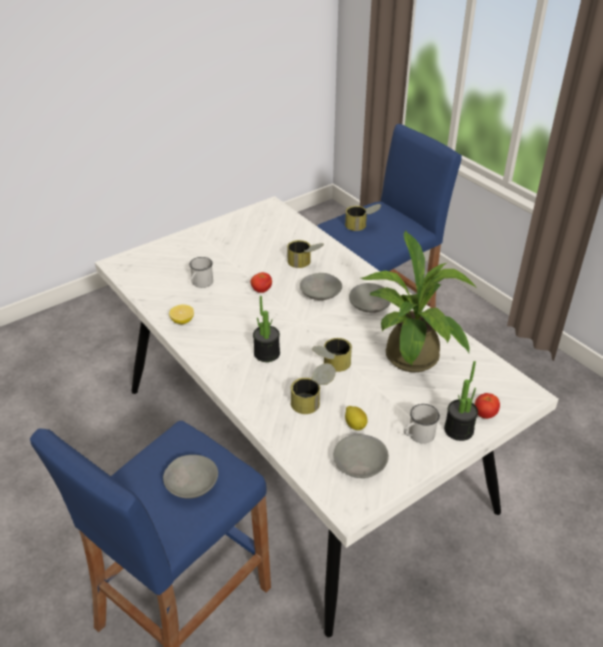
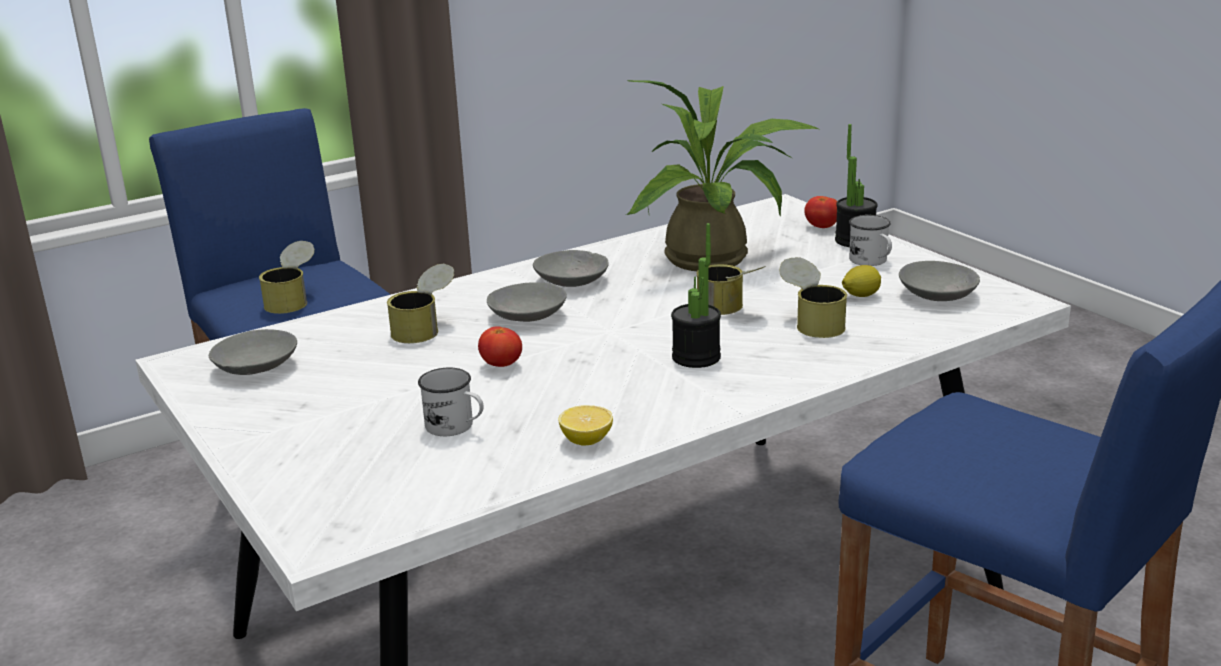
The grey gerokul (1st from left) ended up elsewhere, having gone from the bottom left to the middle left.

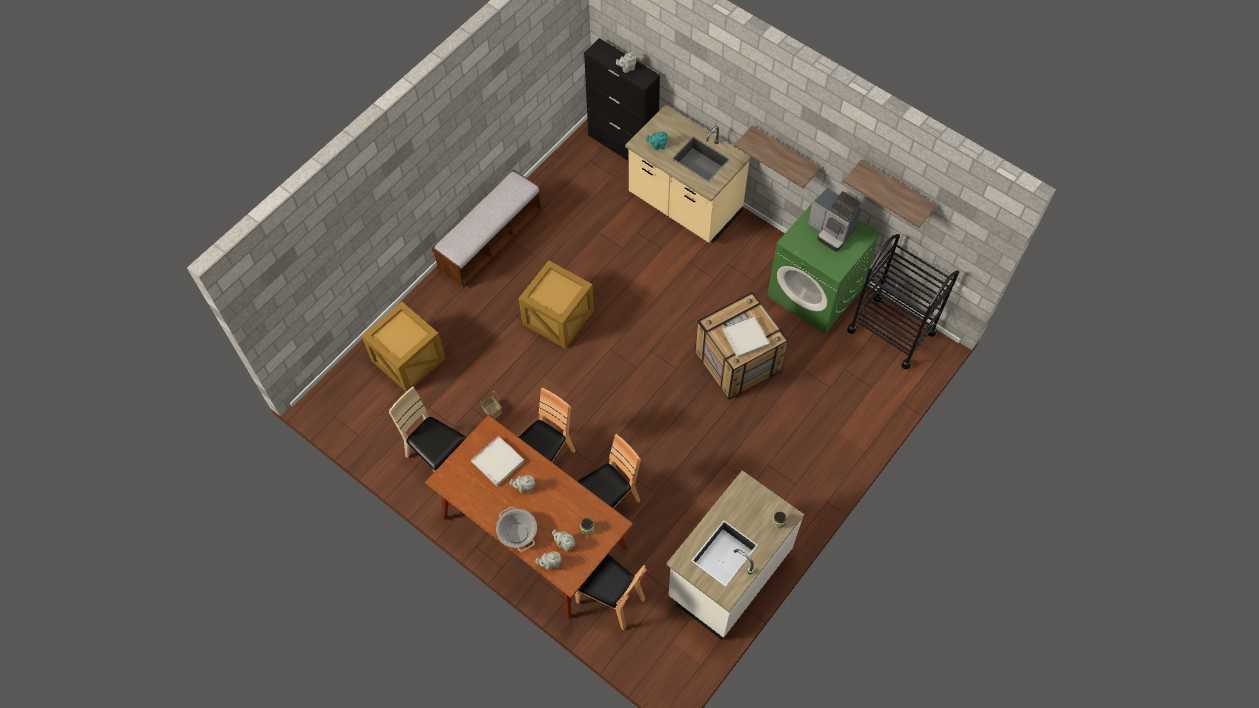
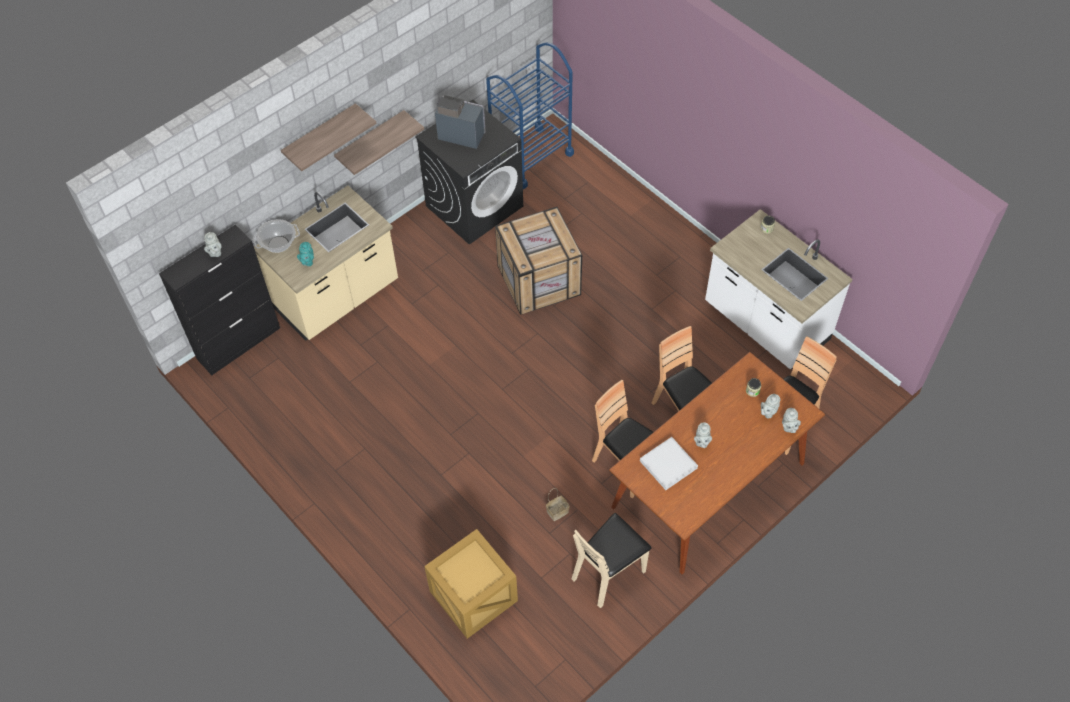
The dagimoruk (2nd from left in the first image) ended up elsewhere, having gone from the top right to the top left.
The second view lost the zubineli at the top centre.
The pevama at the top centre ended up facing another way, 120 degrees counterclockwise from before.
What was the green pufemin at the centre turned into the black pufemin at the top centre.
What was the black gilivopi at the middle right turned into the blue gilivopi at the top centre.
The second view lost the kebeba (2nd from left) at the centre.
The second view lost the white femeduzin (2nd from left) at the centre.
The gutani ended up elsewhere, having gone from the bottom centre to the middle left.

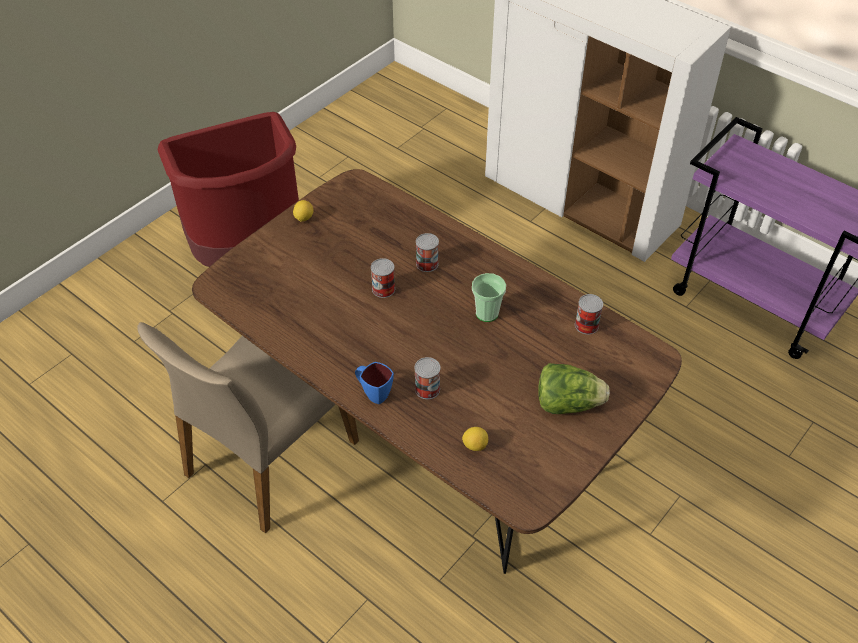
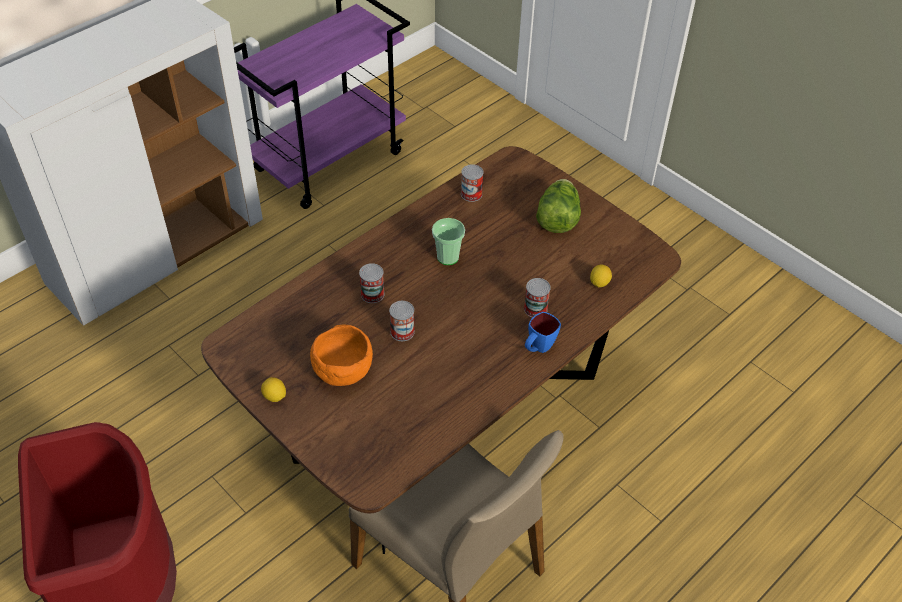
The second view gained the orange gerokul at the centre.

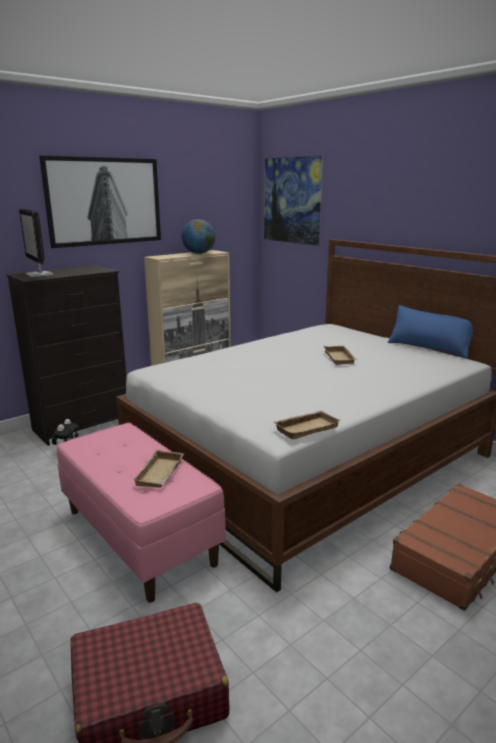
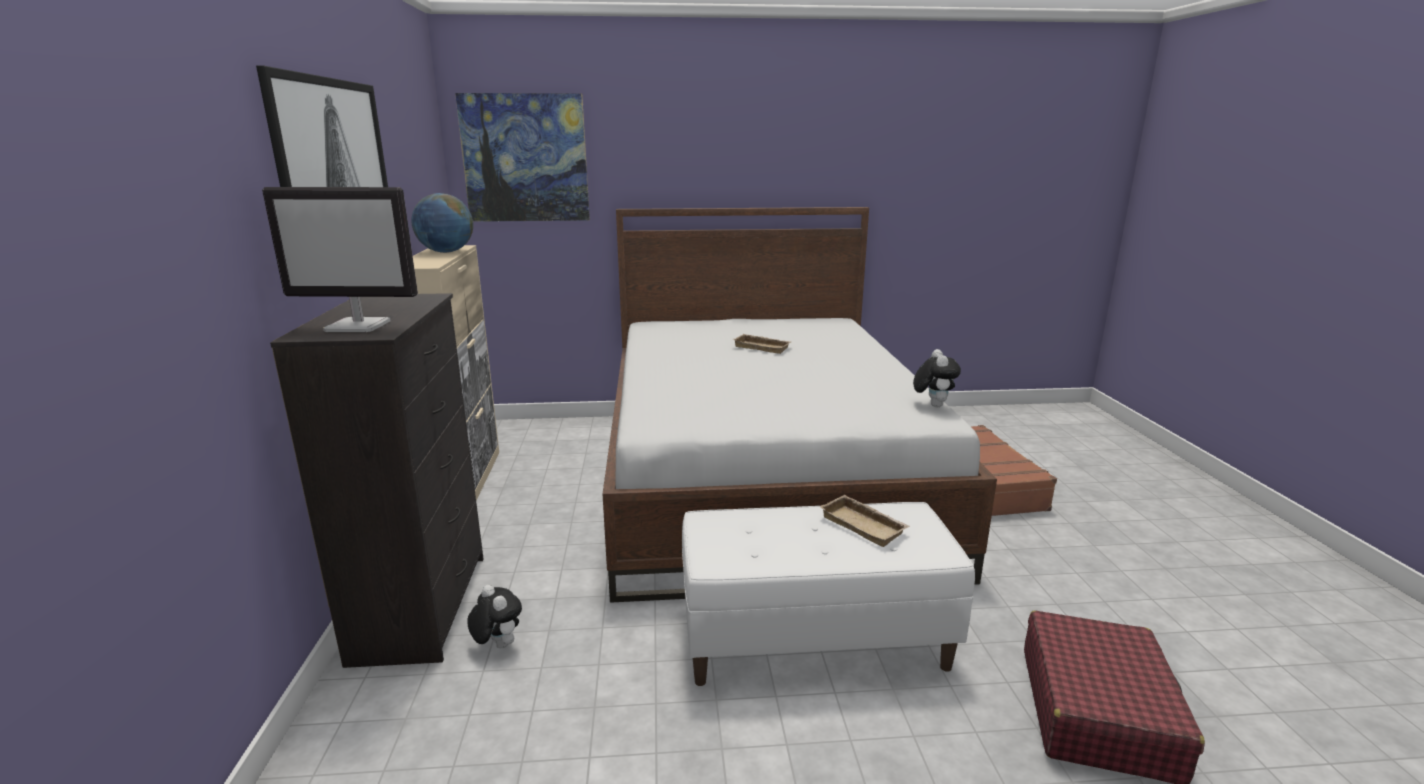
The second view lost the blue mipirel at the middle right.
Where the beige femeduzin (2nd from left) stood at the centre, the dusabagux (2nd from left) came to stand at the centre.
What was the pink zubineli at the bottom left turned into the white zubineli at the bottom centre.

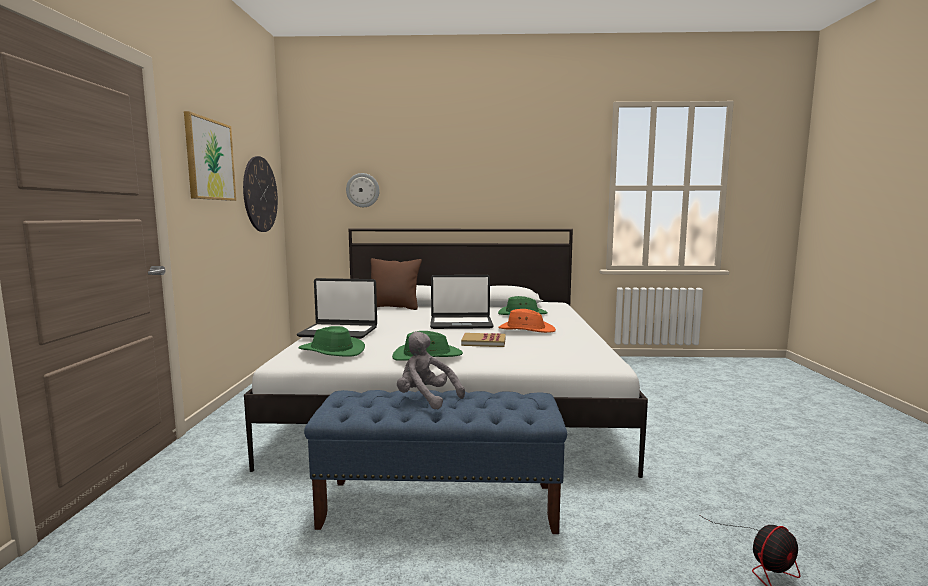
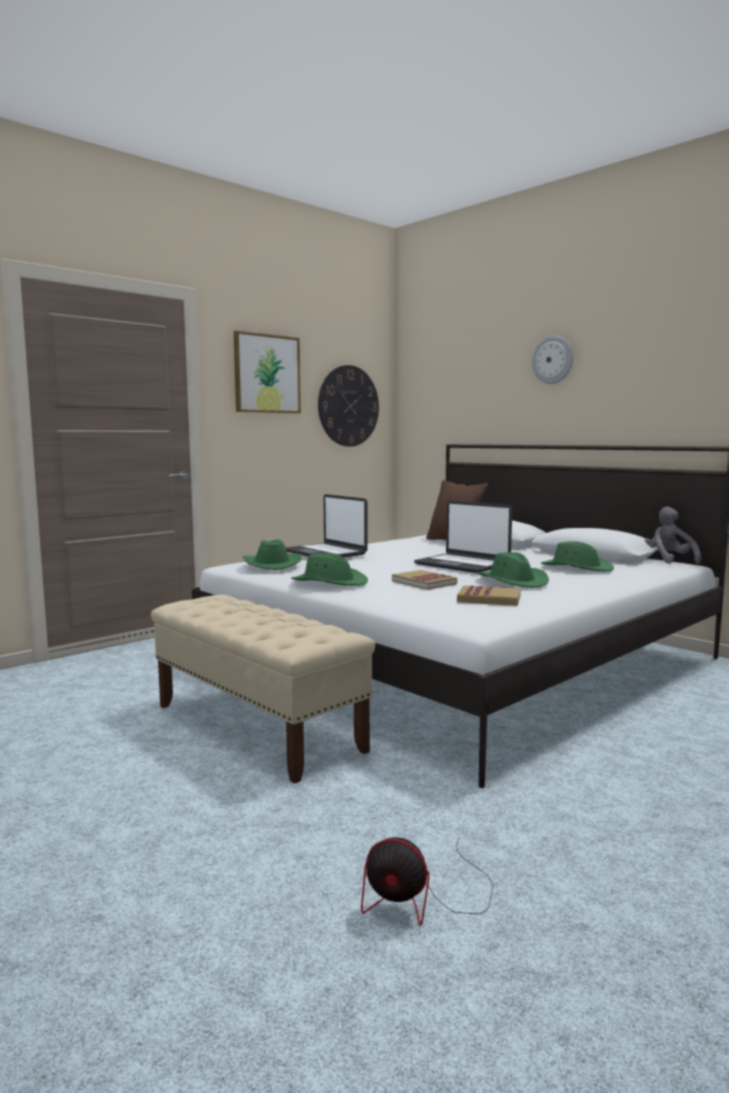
The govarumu (2nd from left) ended up elsewhere, having gone from the top centre to the top right.
What was the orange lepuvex at the centre turned into the green lepuvex (3rd from left) at the middle right.
The grey dusabagux ended up elsewhere, having gone from the centre to the middle right.
What was the blue zubineli at the bottom centre turned into the beige zubineli at the centre.
The second view gained the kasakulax (2nd from left) at the middle right.

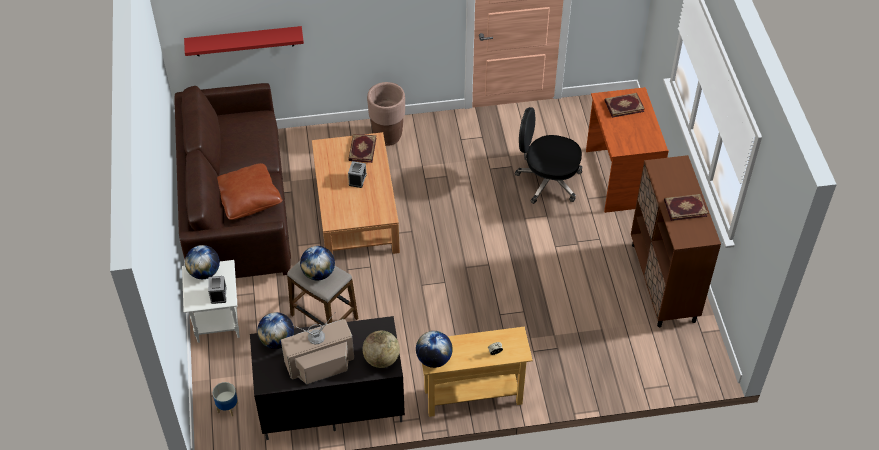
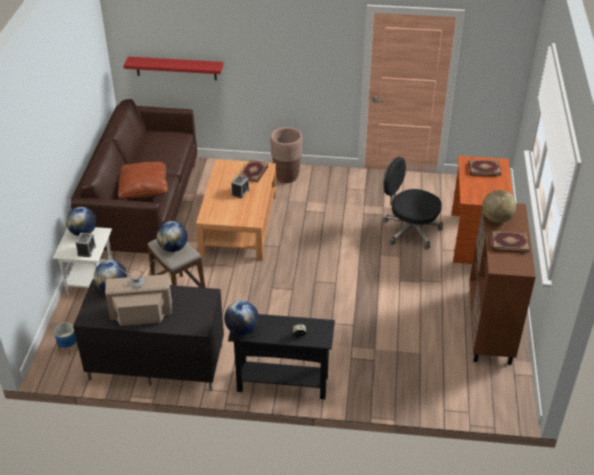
What was the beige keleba at the bottom centre turned into the black keleba at the bottom centre.
The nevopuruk (4th from left in the first image) ended up elsewhere, having gone from the bottom centre to the middle right.

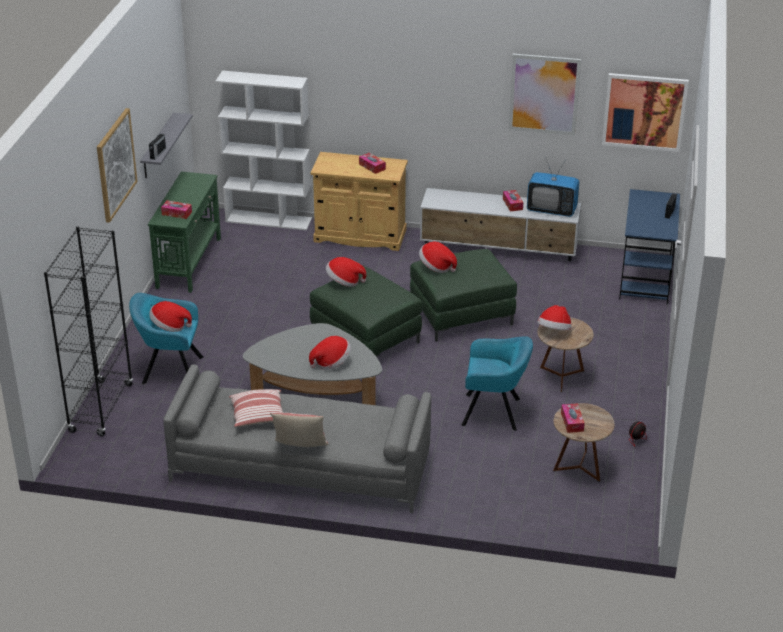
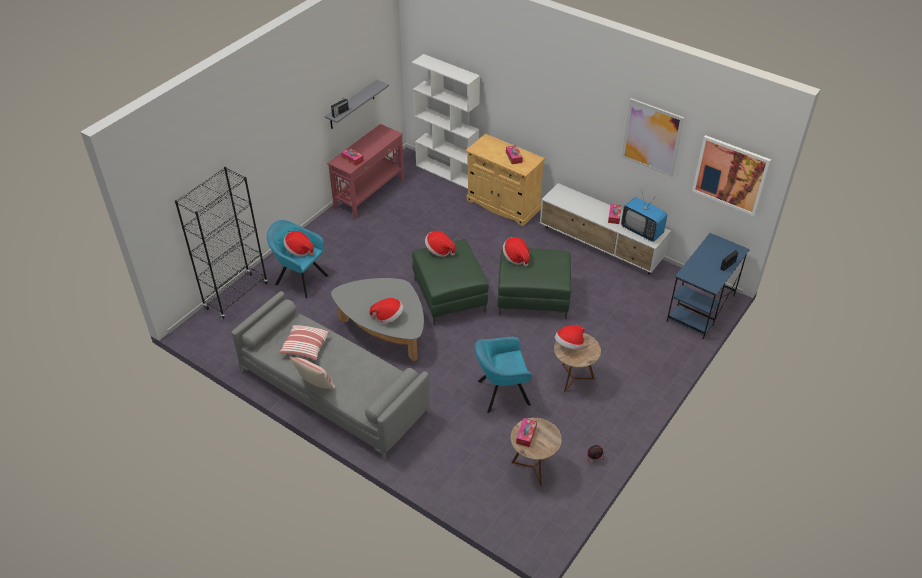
The second view lost the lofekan (1st from left) at the top left.
What was the green keleba at the middle left turned into the red keleba at the top centre.
The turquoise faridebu (2nd from left) at the centre ended up facing another way, 135 degrees clockwise from before.

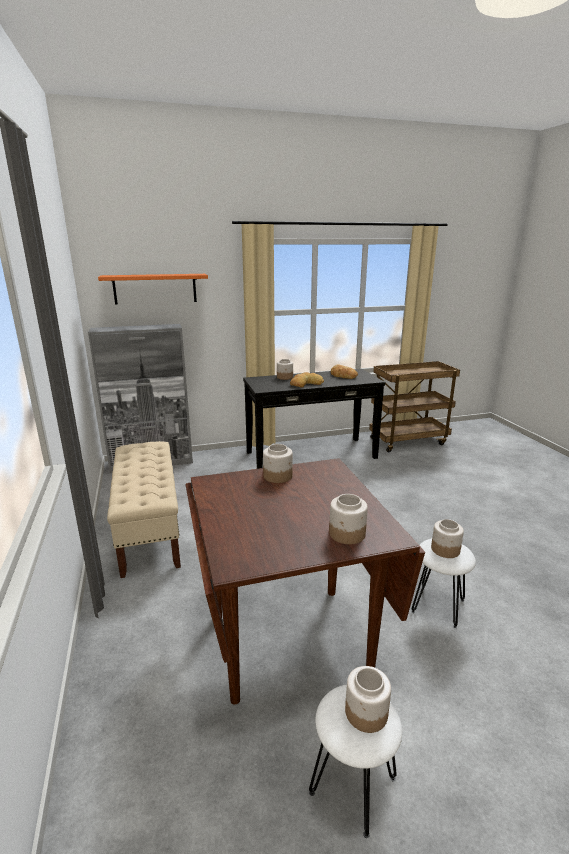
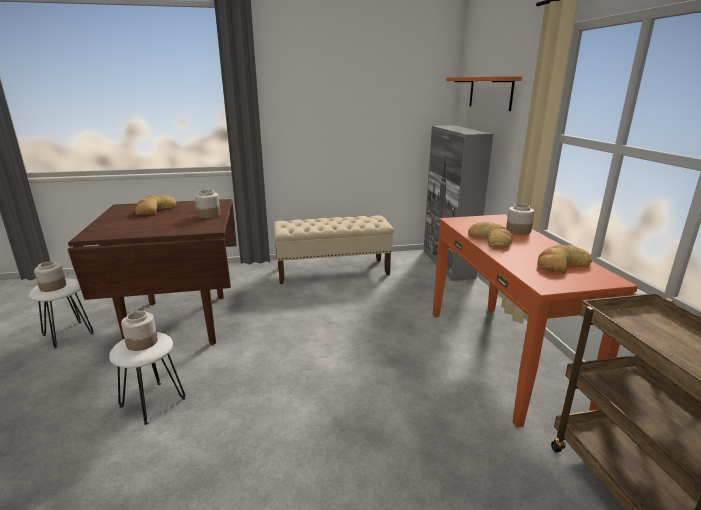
What was the black keleba at the centre turned into the orange keleba at the middle right.
The second view lost the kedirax (3rd from left) at the centre.
The second view gained the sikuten (1st from left) at the middle left.

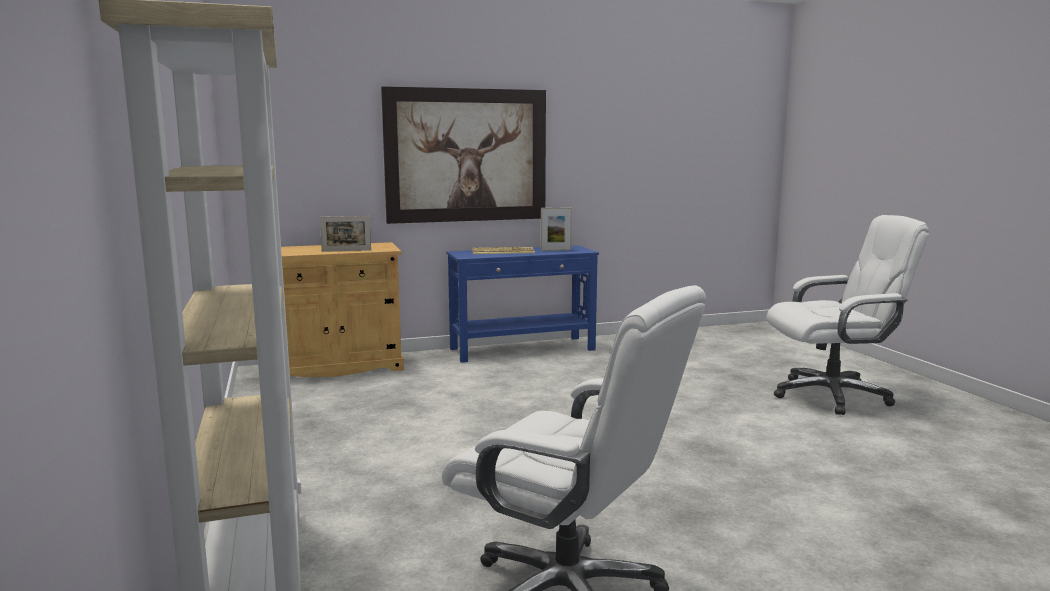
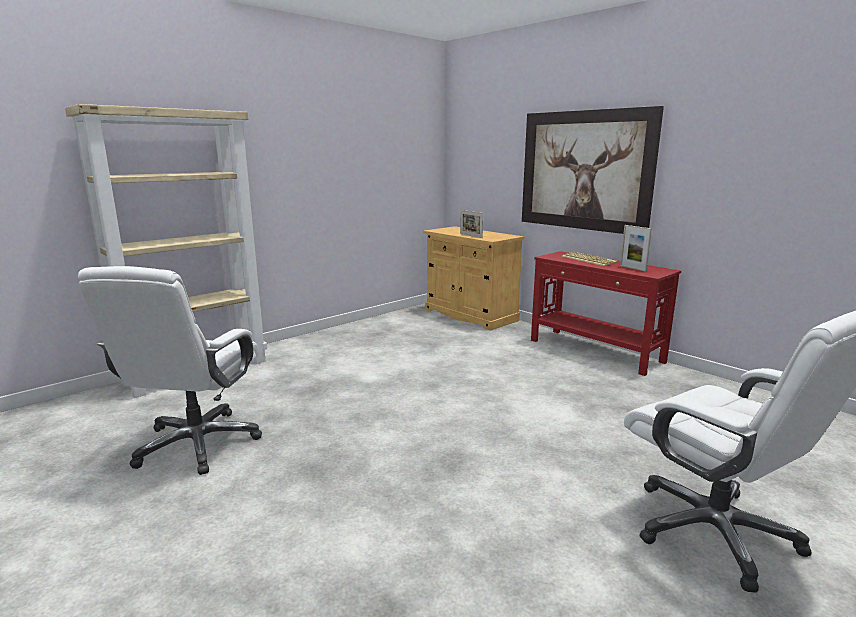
What was the blue keleba at the centre turned into the red keleba at the middle right.

